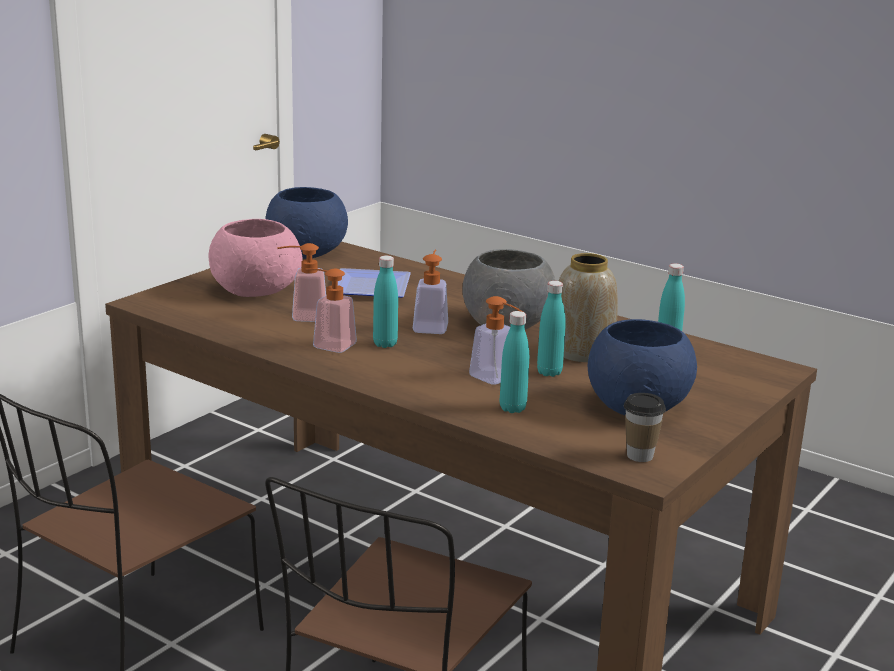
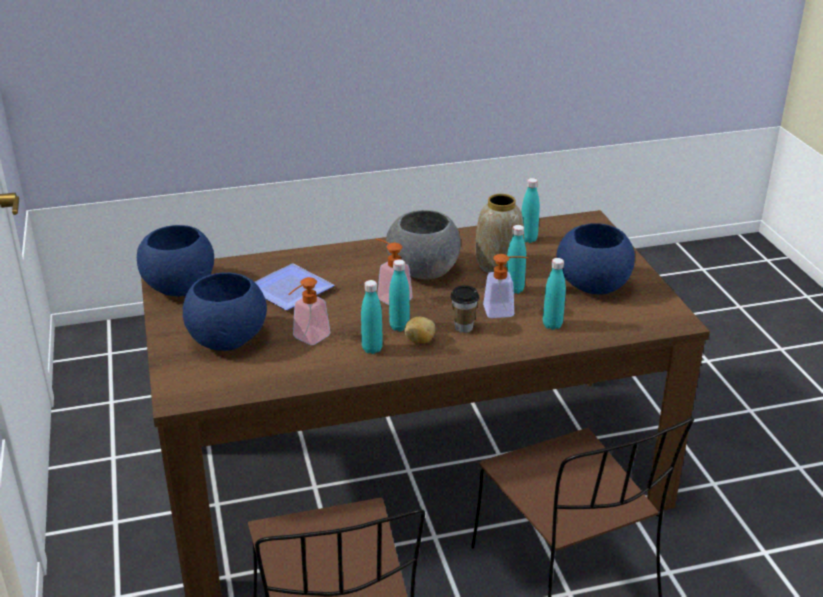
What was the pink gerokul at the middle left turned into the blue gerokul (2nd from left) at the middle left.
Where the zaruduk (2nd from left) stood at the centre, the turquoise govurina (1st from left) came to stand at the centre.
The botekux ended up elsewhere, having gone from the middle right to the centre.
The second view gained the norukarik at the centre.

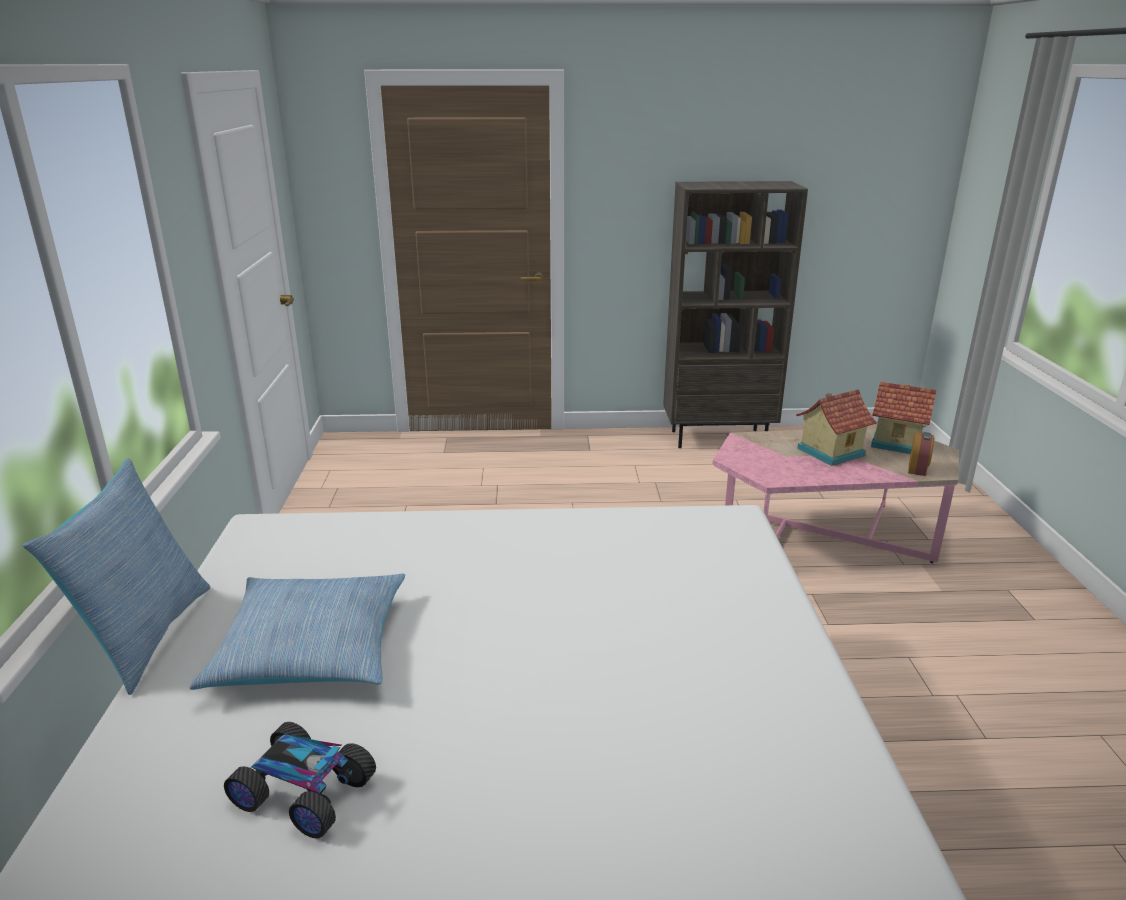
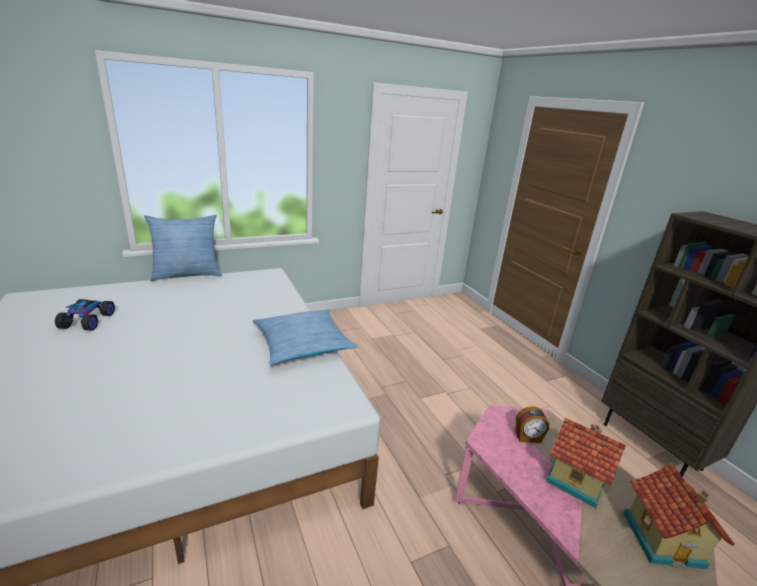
The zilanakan ended up elsewhere, having gone from the middle right to the bottom right.
The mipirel (2nd from left) ended up elsewhere, having gone from the bottom left to the centre.

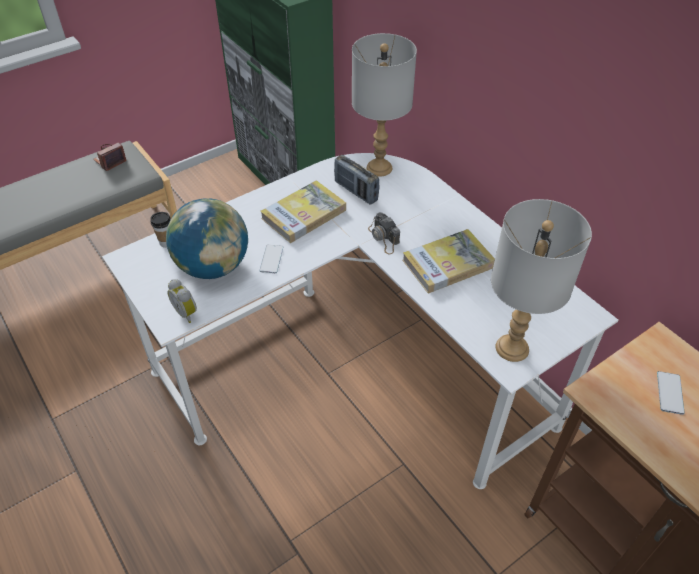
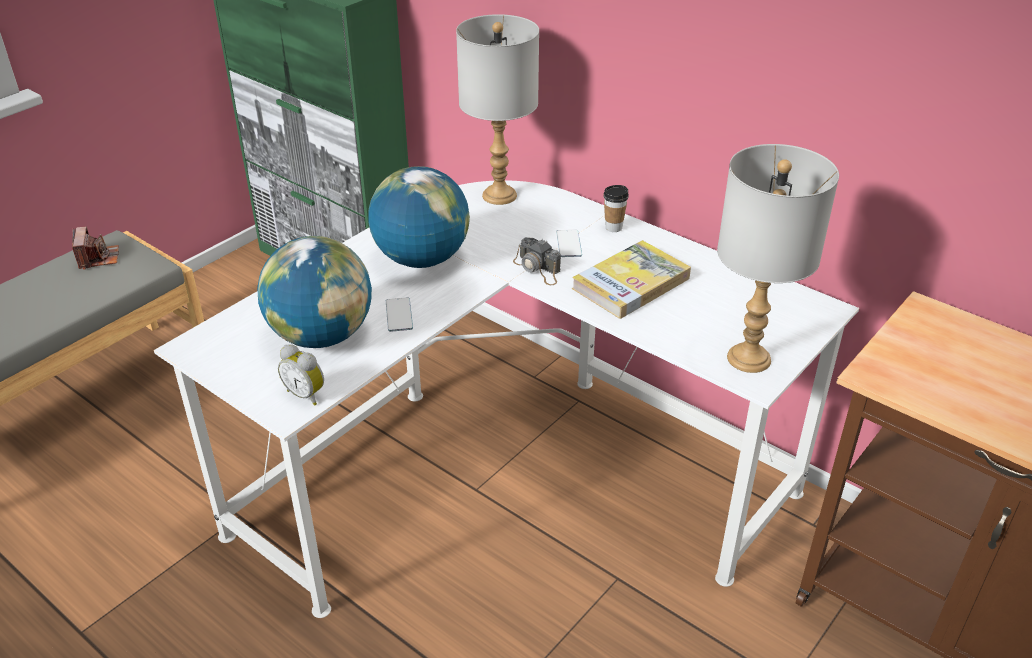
The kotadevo (1st from left) at the top left ended up facing another way, 135 degrees clockwise from before.
The second view lost the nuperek at the top centre.
Where the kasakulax (1st from left) stood at the centre, the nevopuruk (2nd from left) came to stand at the top centre.
The botekux ended up elsewhere, having gone from the middle left to the top centre.
The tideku (2nd from left) ended up elsewhere, having gone from the bottom right to the centre.

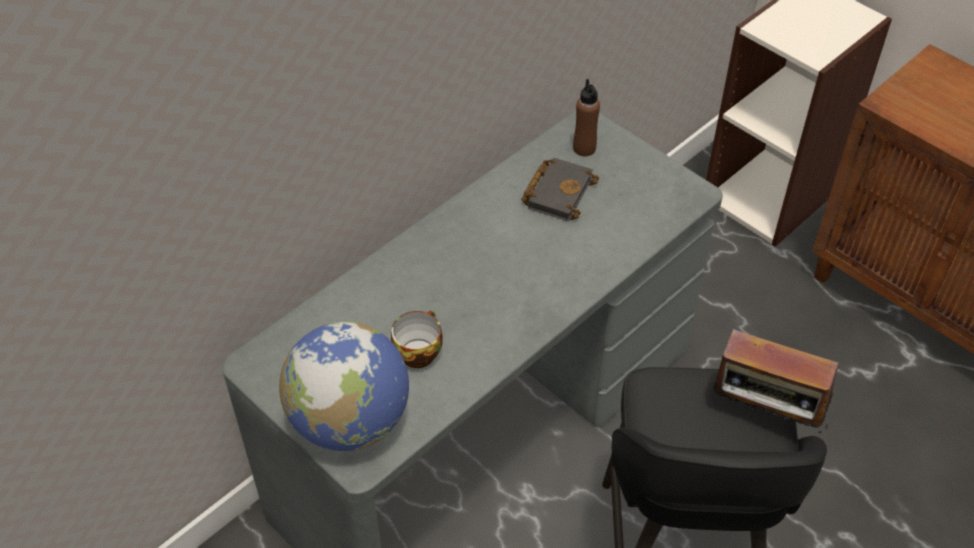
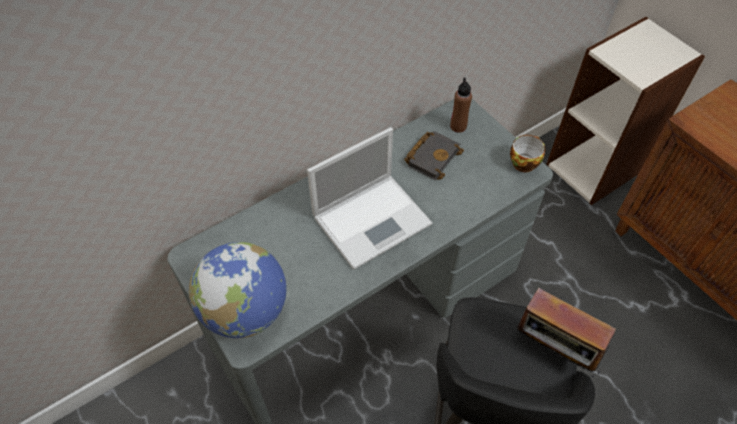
The botekux ended up elsewhere, having gone from the centre to the middle right.
The second view gained the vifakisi at the centre.

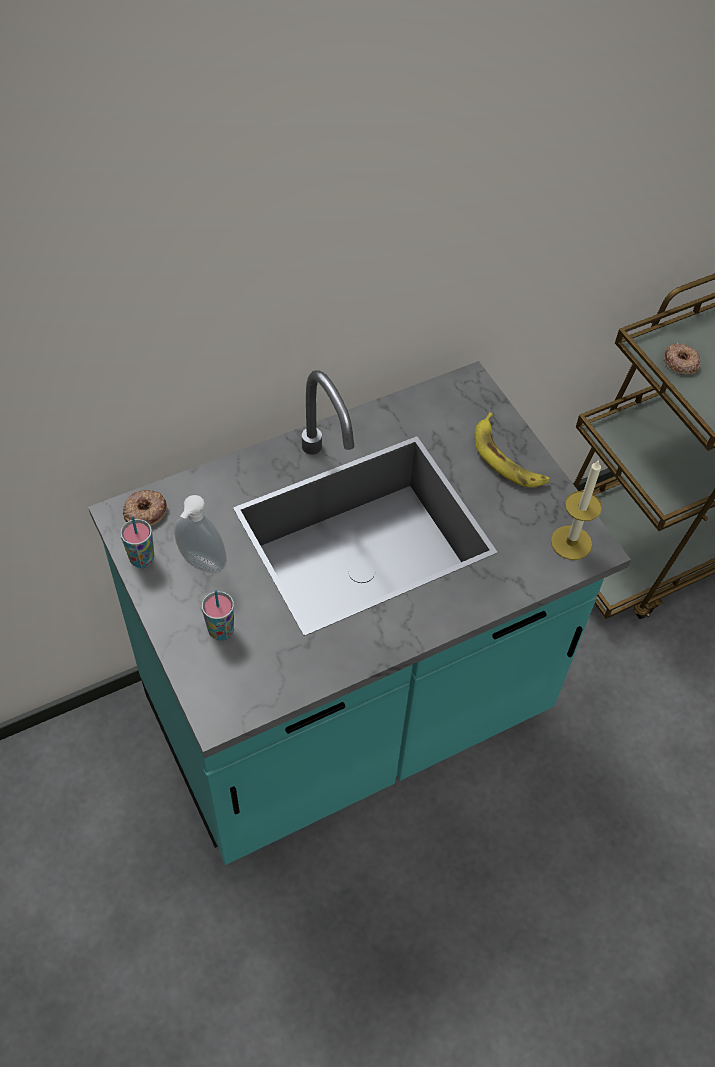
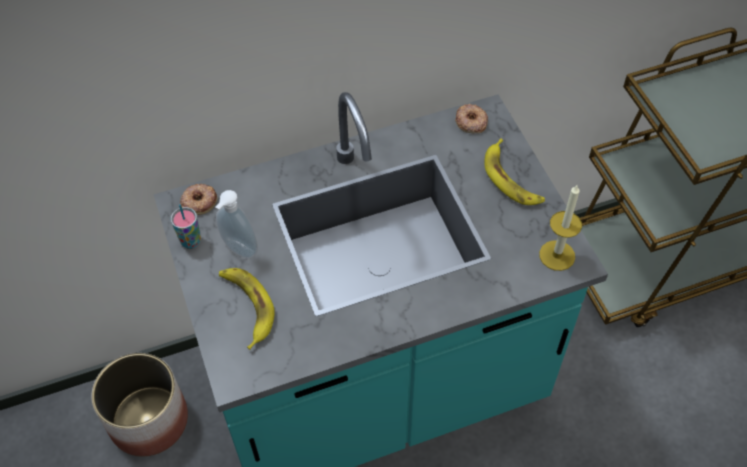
The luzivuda (2nd from left) ended up elsewhere, having gone from the middle right to the top centre.
Where the botekux (2nd from left) stood at the middle left, the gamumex (1st from left) came to stand at the middle left.
The second view gained the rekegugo at the bottom left.

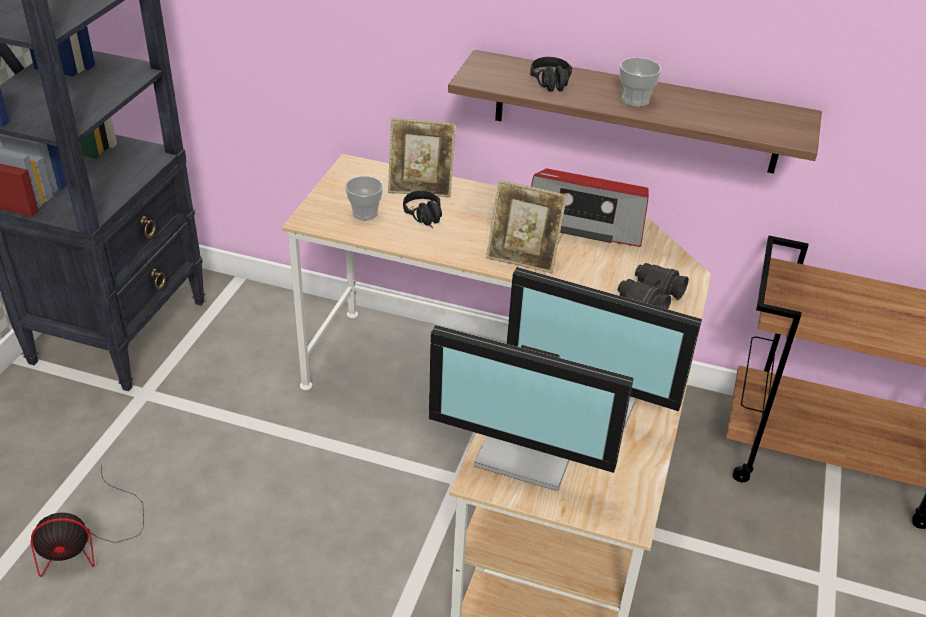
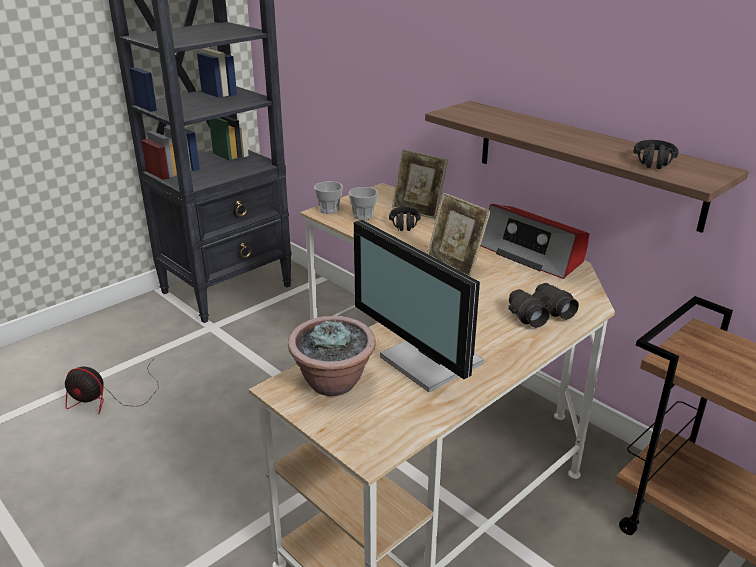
The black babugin (2nd from left) ended up elsewhere, having gone from the top centre to the top right.
The botekux (2nd from left in the first image) ended up elsewhere, having gone from the top right to the centre.
Where the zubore (1st from left) stood at the centre, the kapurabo came to stand at the centre.

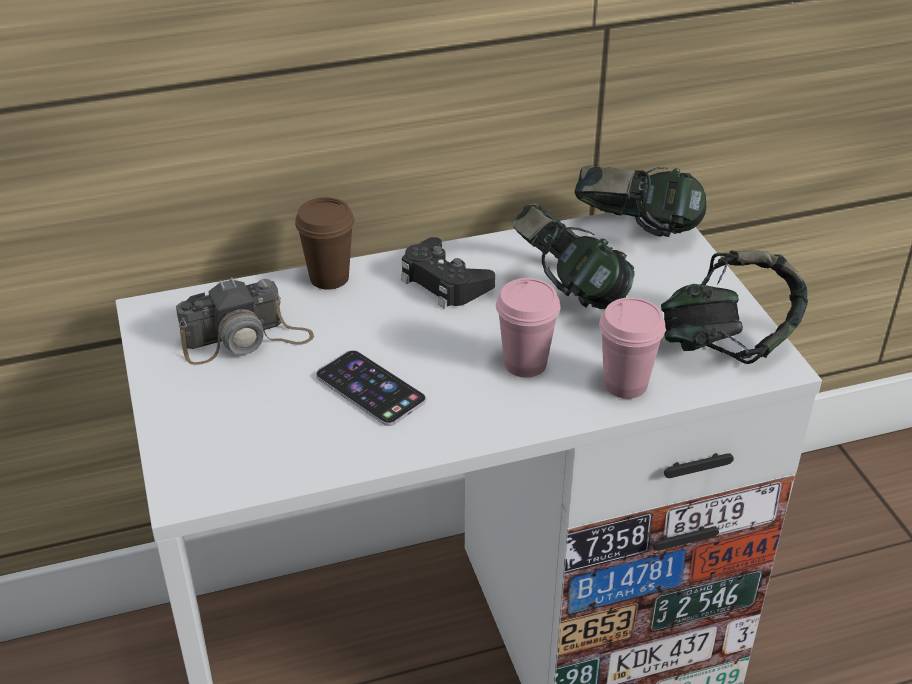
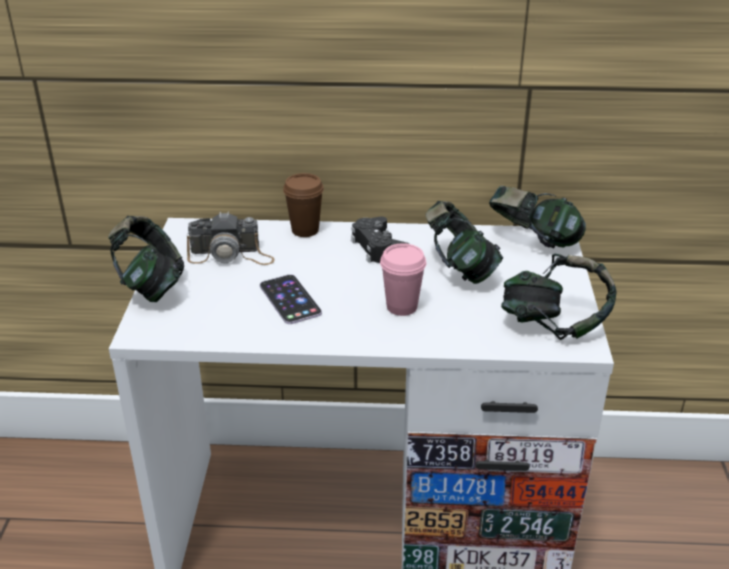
The second view lost the pink botekux (2nd from left) at the middle right.
The second view gained the babugin (1st from left) at the middle left.

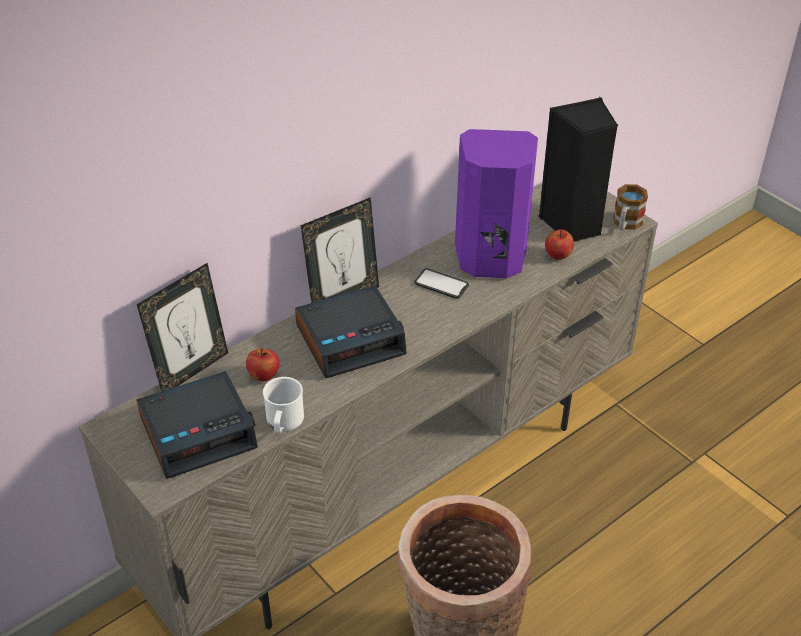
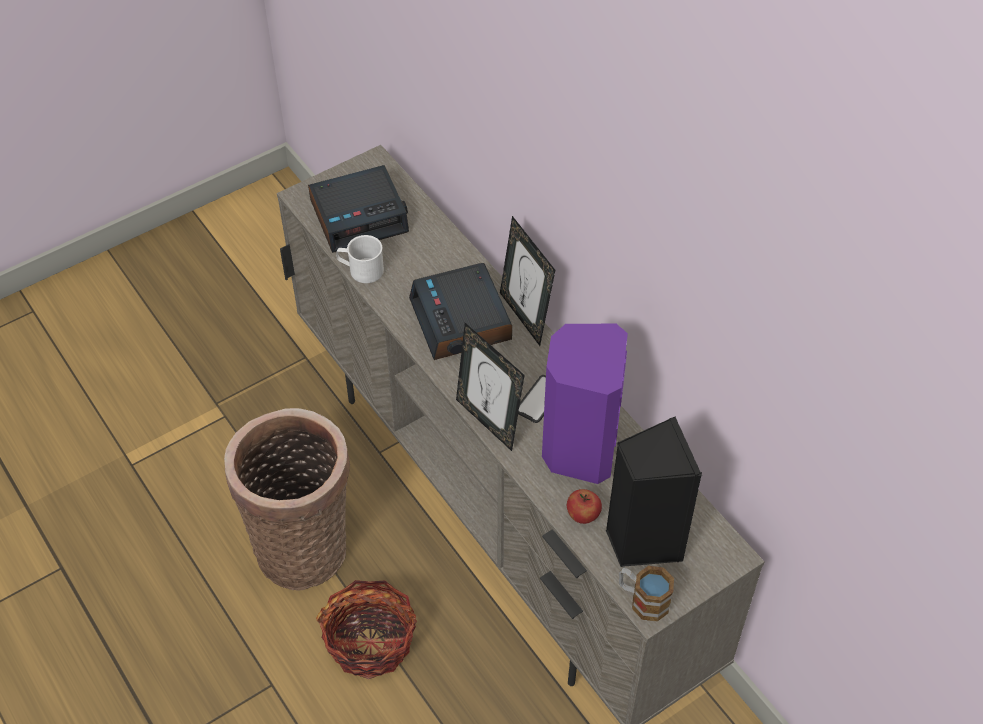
The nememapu (1st from left) ended up elsewhere, having gone from the middle left to the centre.
The second view lost the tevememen (1st from left) at the middle left.
The zilanakan (1st from left) at the bottom left ended up facing another way, 90 degrees counterclockwise from before.
The second view gained the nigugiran (2nd from left) at the bottom centre.

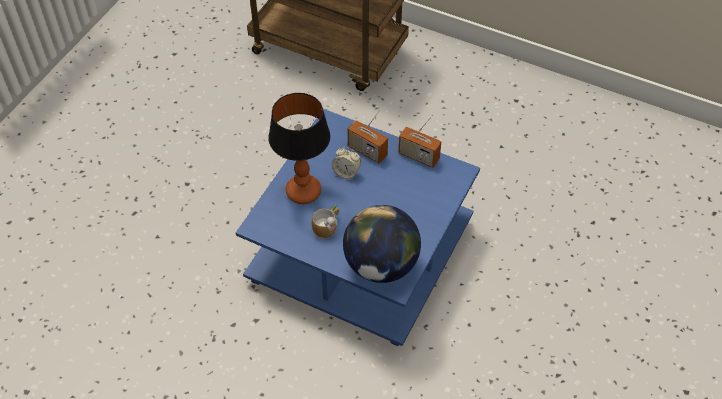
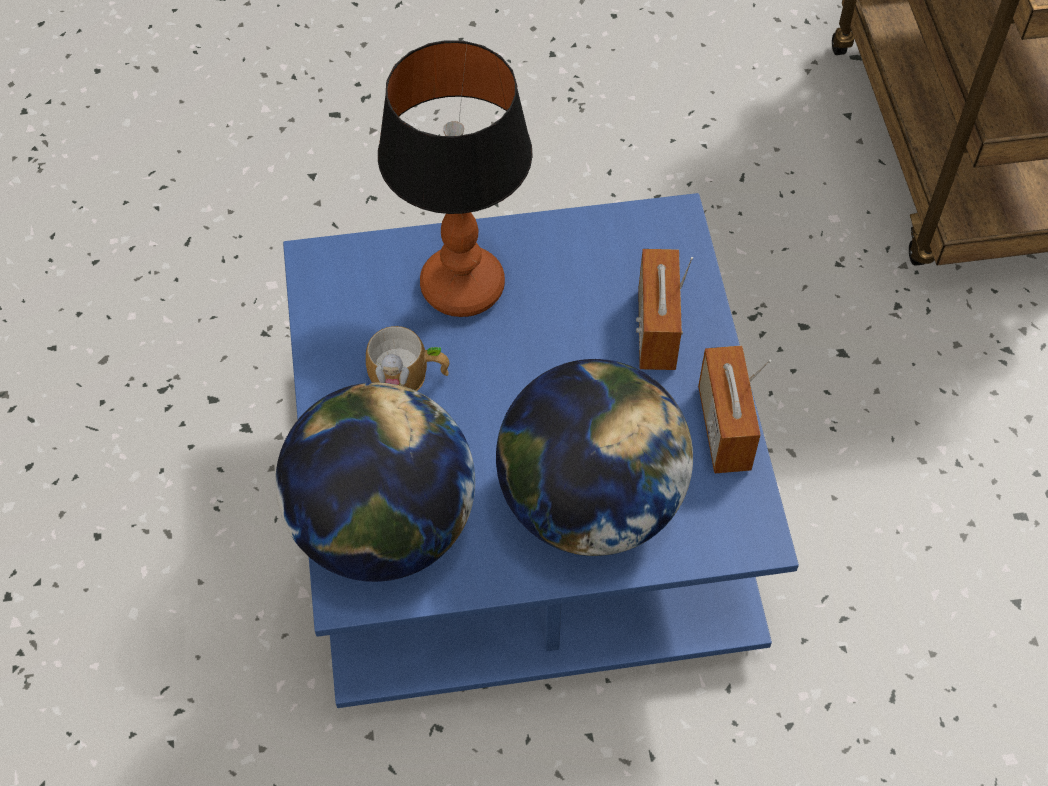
The second view lost the zilanakan at the centre.
The second view gained the nevopuruk (2nd from left) at the centre.

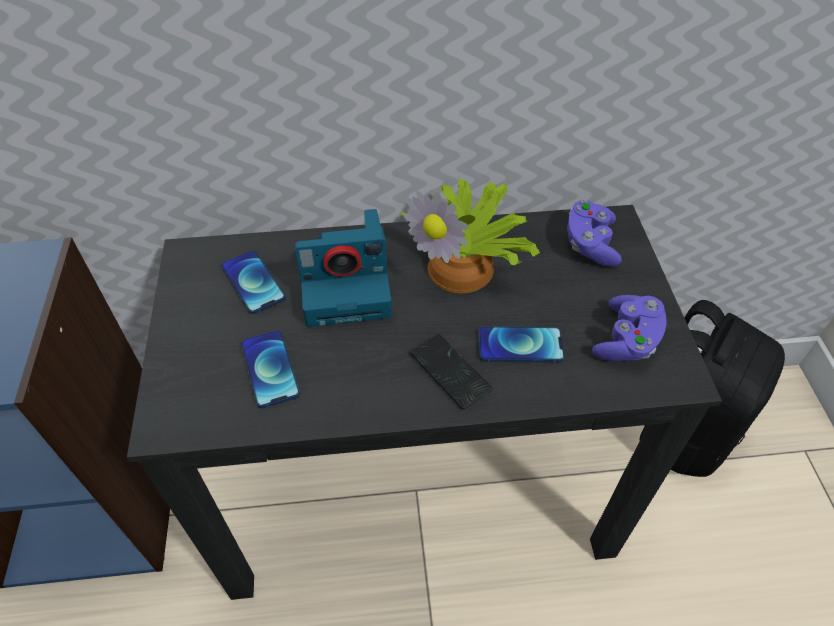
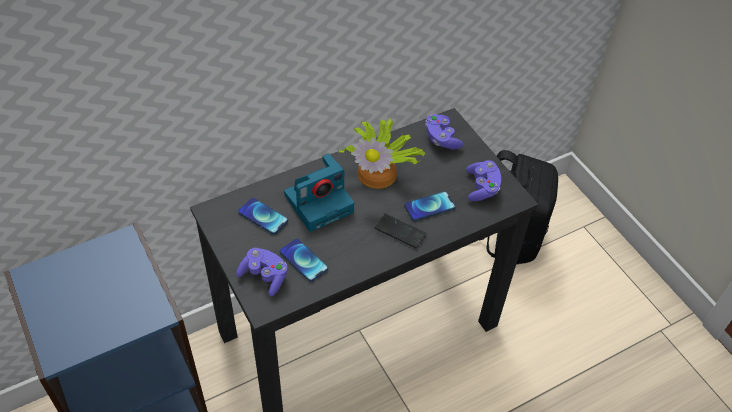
The second view gained the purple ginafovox (1st from left) at the centre.

